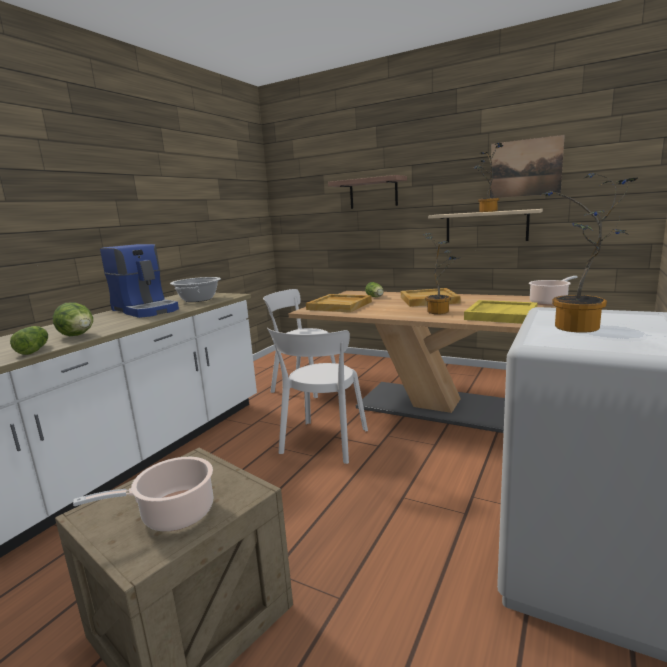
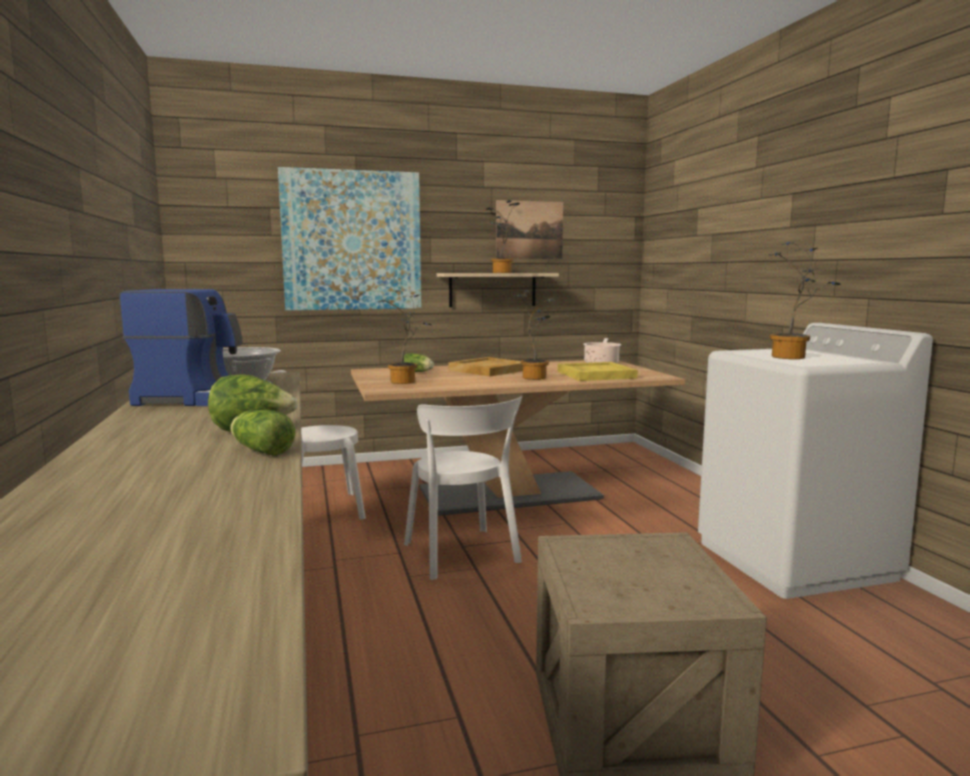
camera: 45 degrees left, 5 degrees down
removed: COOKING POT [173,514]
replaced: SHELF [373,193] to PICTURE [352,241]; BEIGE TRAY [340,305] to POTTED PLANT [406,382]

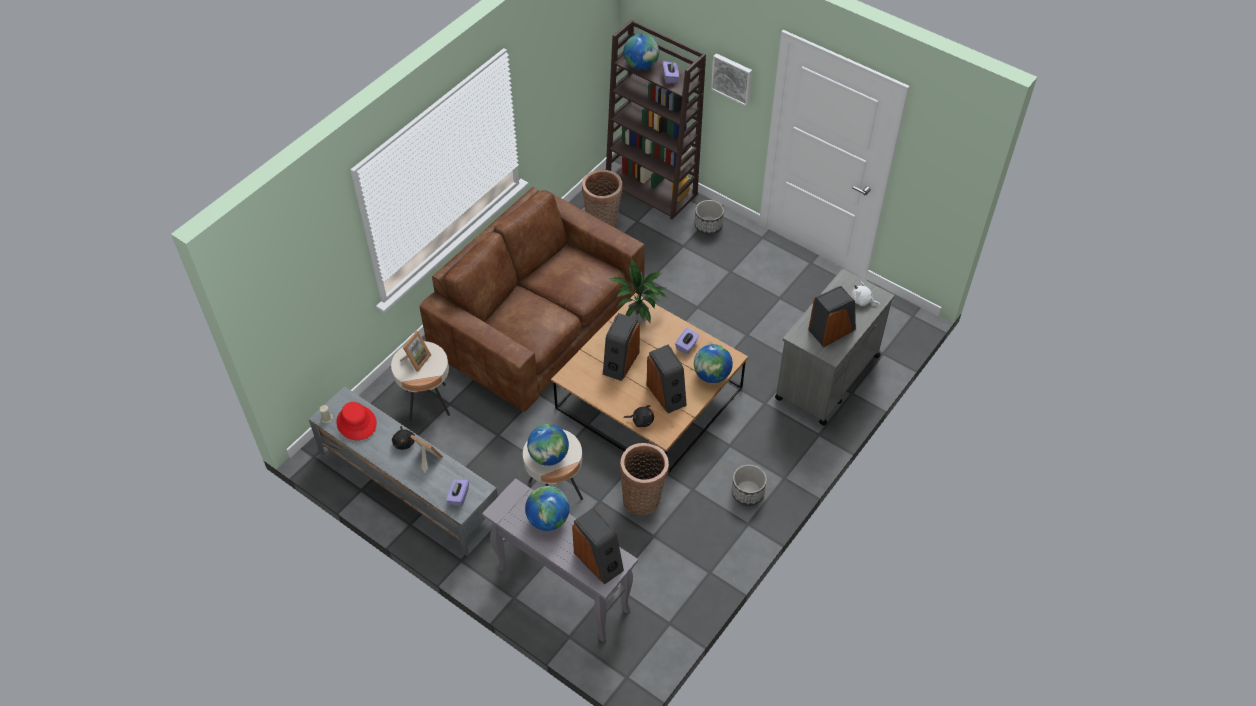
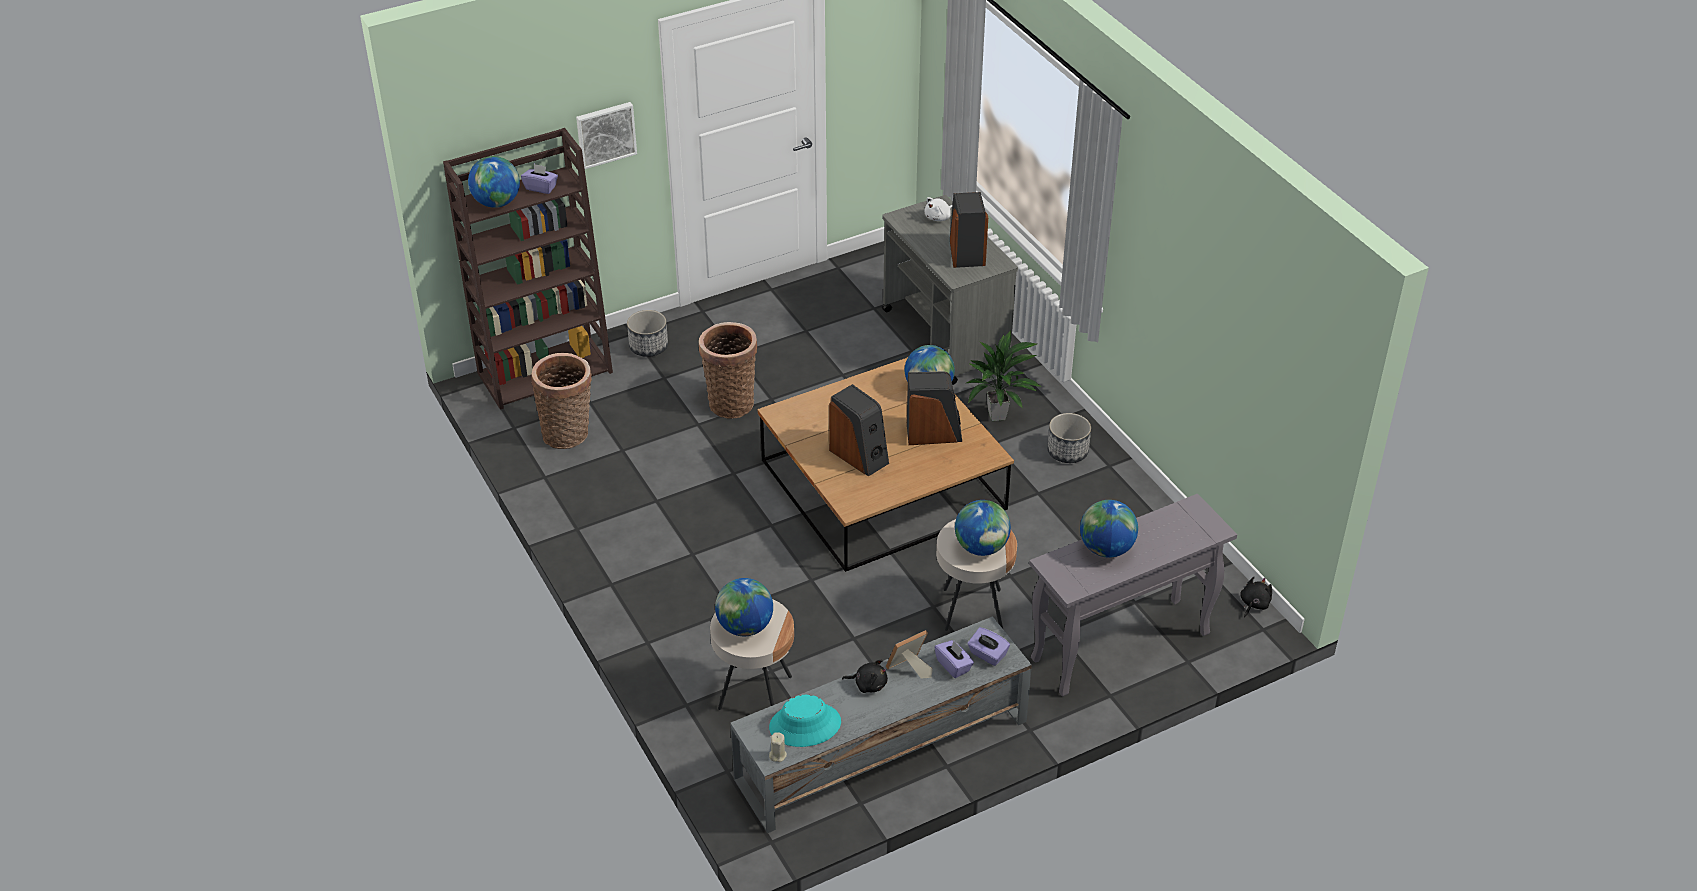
camera: 65 degrees left, 10 degrees down
removed: BROWN SOFA [538,322]; SPEAKER [599,560]
moved: POTTED PLANT [638,320] to [998,416]; PURPLE TISSUE BOX [687,346] to [953,666]; BLACK PLUSH TOY [641,420] to [1253,604]; BASKET [643,498] to [731,401]
replaced: PICTURE FRAME [416,360] to GLOBE [745,627]
recoloured: RED HAT [356,423] to TURQUOISE HAT [805,725]

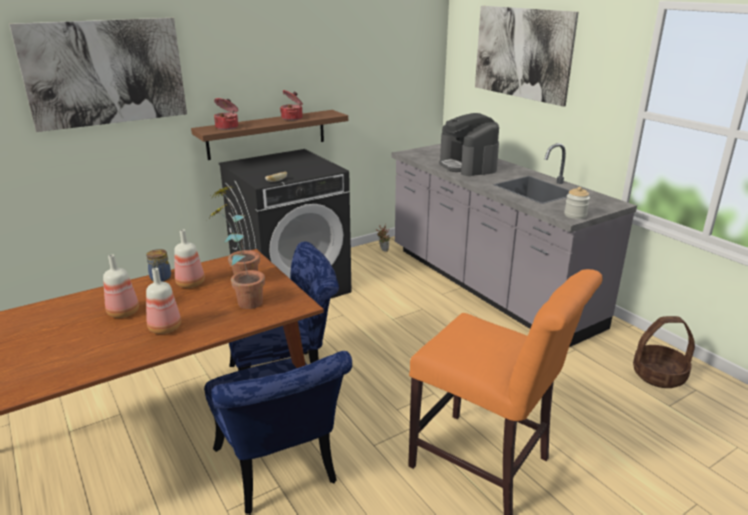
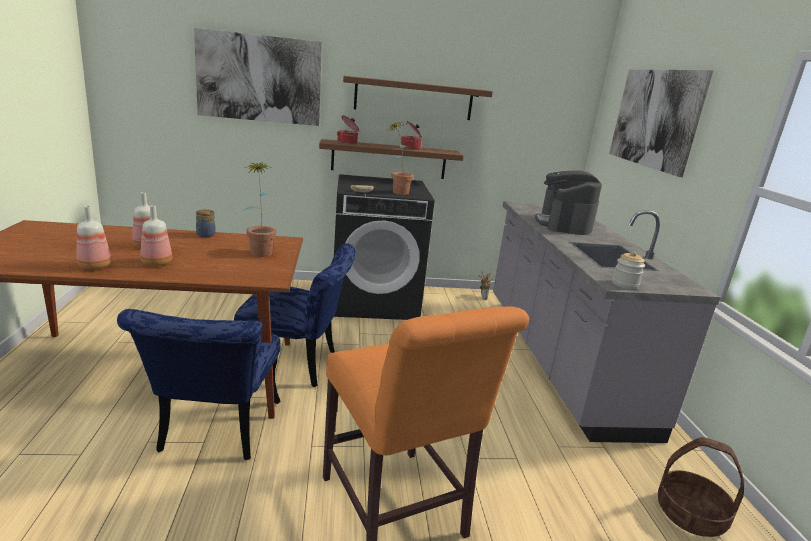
camera: 25 degrees right, 5 degrees down
added: BROWN SHELF [414,99]
moved: POTTED PLANT [243,301] to [397,191]; BOTTLE [191,283] to [96,266]

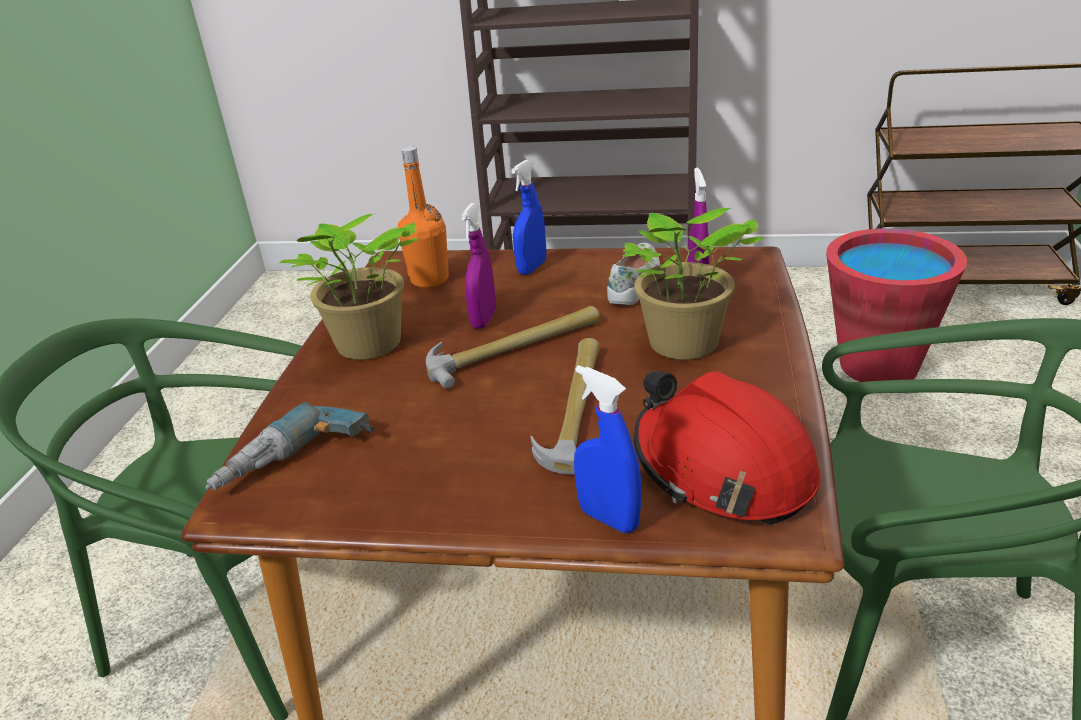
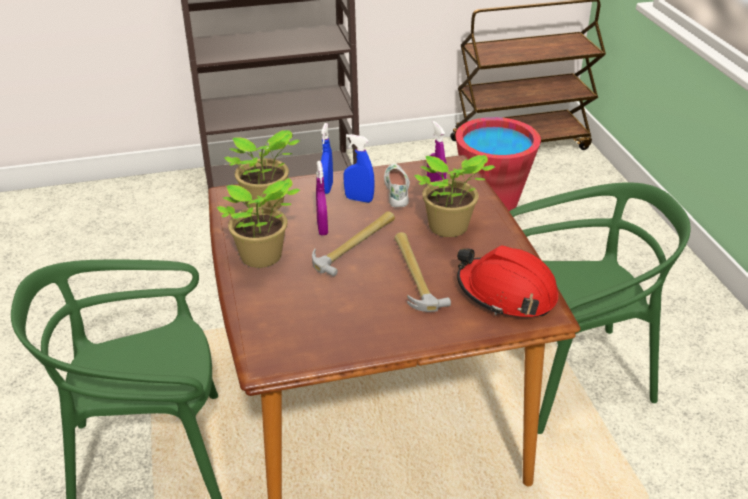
camera: 25 degrees left, 5 degrees up
removed: POWER DRILL [296,466]
moved: BLUE SPRAY BOTTLE [609,519] to [359,199]
replaced: ORANGE BOTTLE [430,280] to POTTED PLANT [265,205]

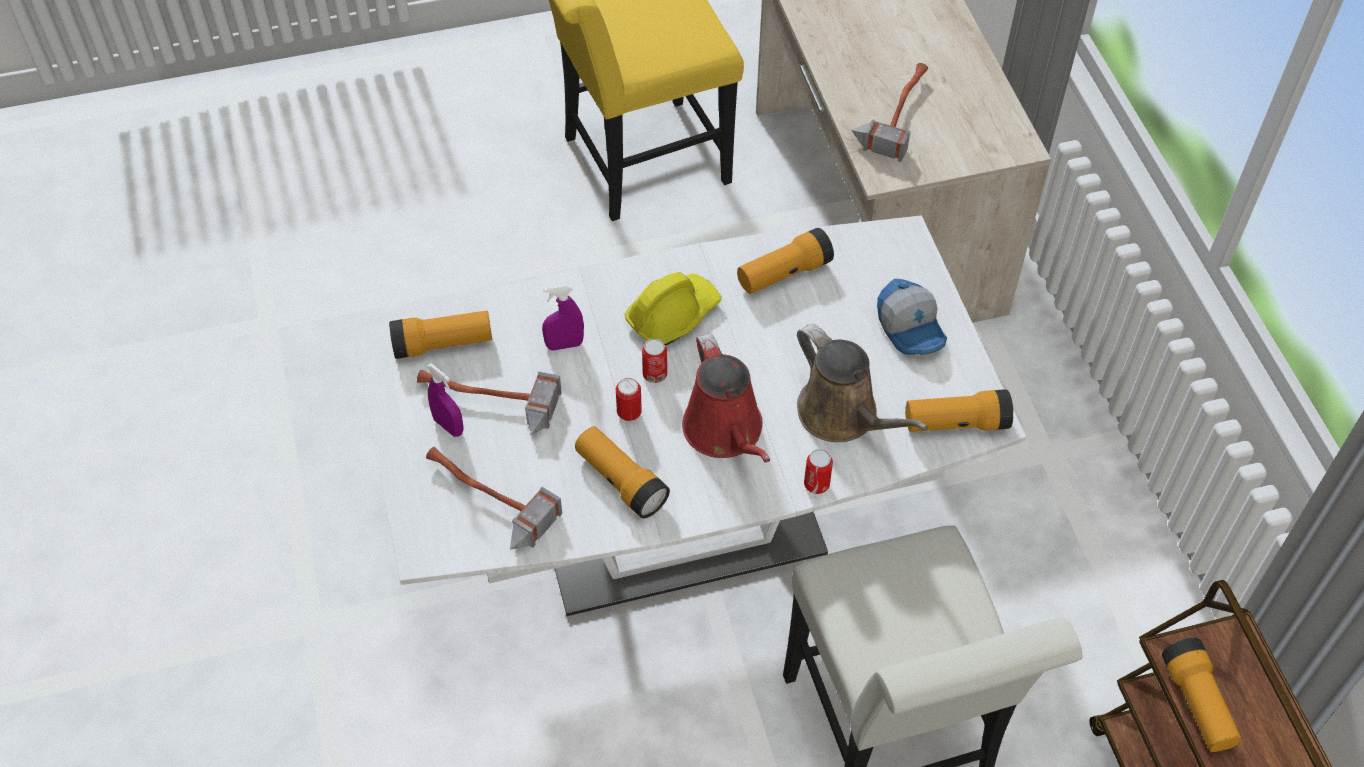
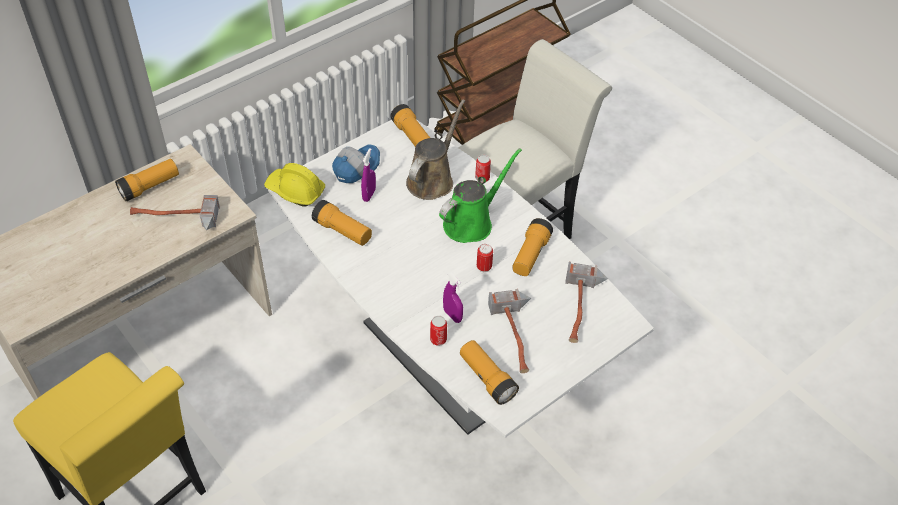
camera: 115 degrees left, 5 degrees down
moved: YELLOW HARD HAT [672,315] to [295,191]; CAN [654,374] to [438,339]; PURPLE SPRAY BOTTLE [448,426] to [369,195]; FLASHLIGHT [1197,703] to [150,187]
recoloured: RED WATERING CAN [726,432] to GREEN WATERING CAN [471,222]

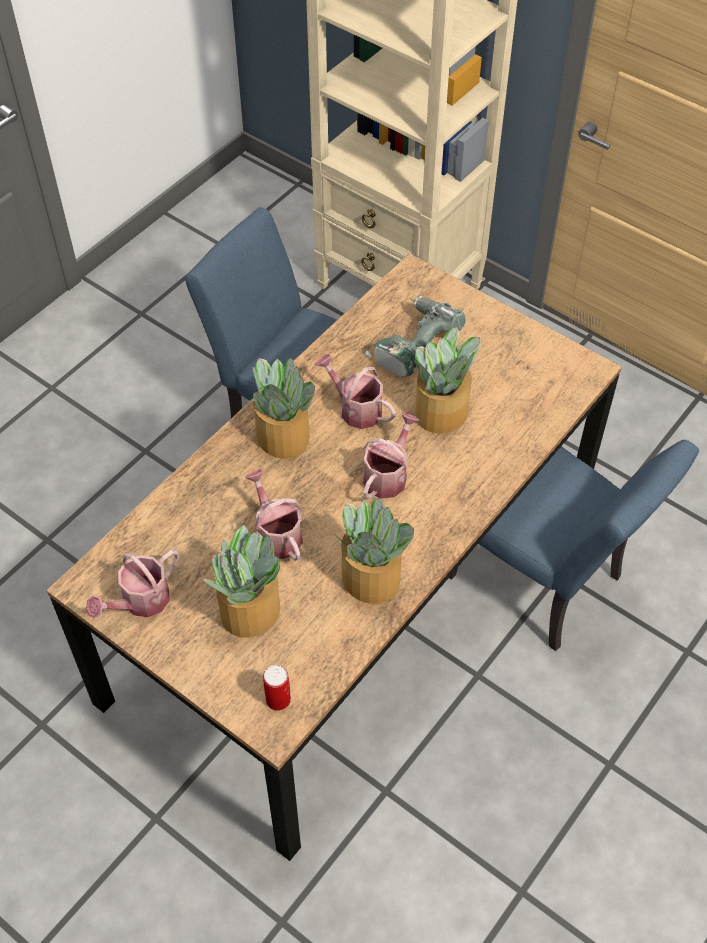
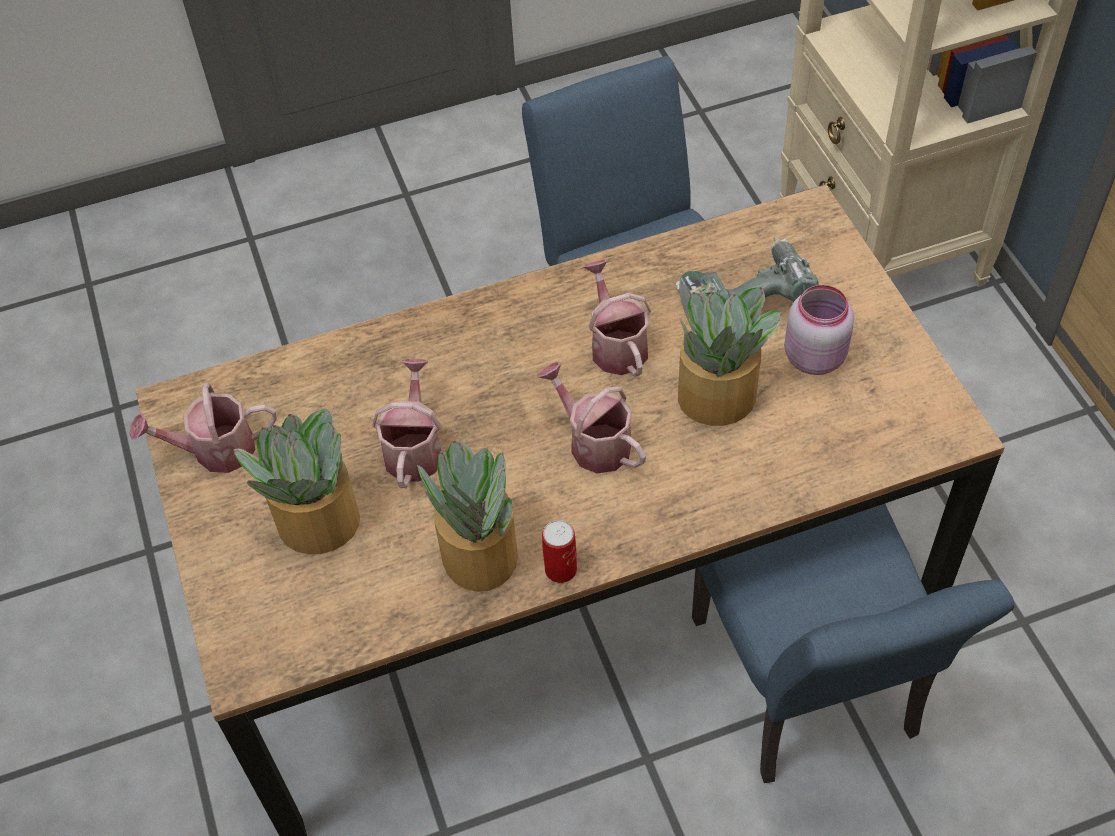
camera: 35 degrees right, 0 degrees up
removed: POTTED PLANT [283,438]
added: PINK JAR [815,356]
moved: CAN [278,699] to [560,569]
turned: WATERING CAN [388,475] = [594,442] 105 degrees counterclockwise

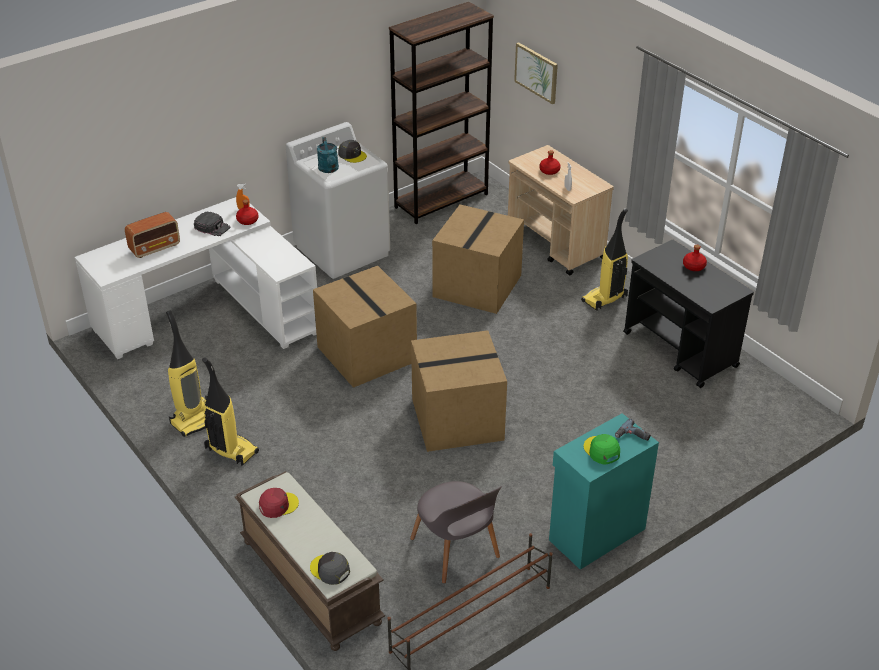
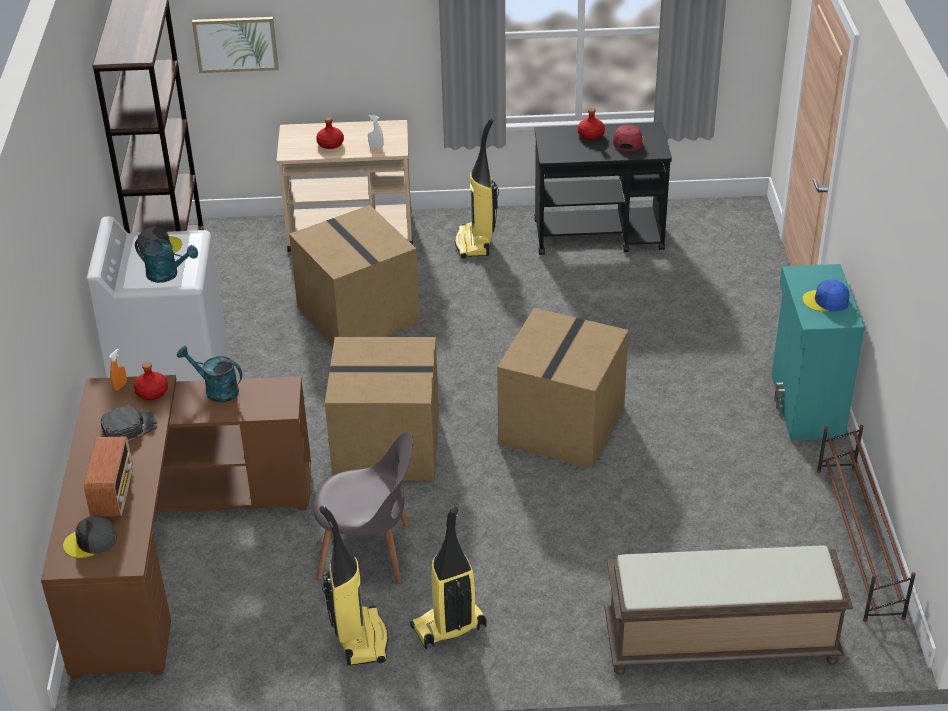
camera: 55 degrees left, 0 degrees up
removed: POWER DRILL [632,436]
added: TURQUOISE WATERING CAN [216,390]
moved: GREY CHAIR [456,551] to [369,552]; RED CAP [278,505] to [627,141]; GREY CAP [330,570] to [91,542]
recoloured: WHITE DESK [211,314] to BROWN DESK [167,547]; GREEN CAP [601,451] to BLUE CAP [826,301]

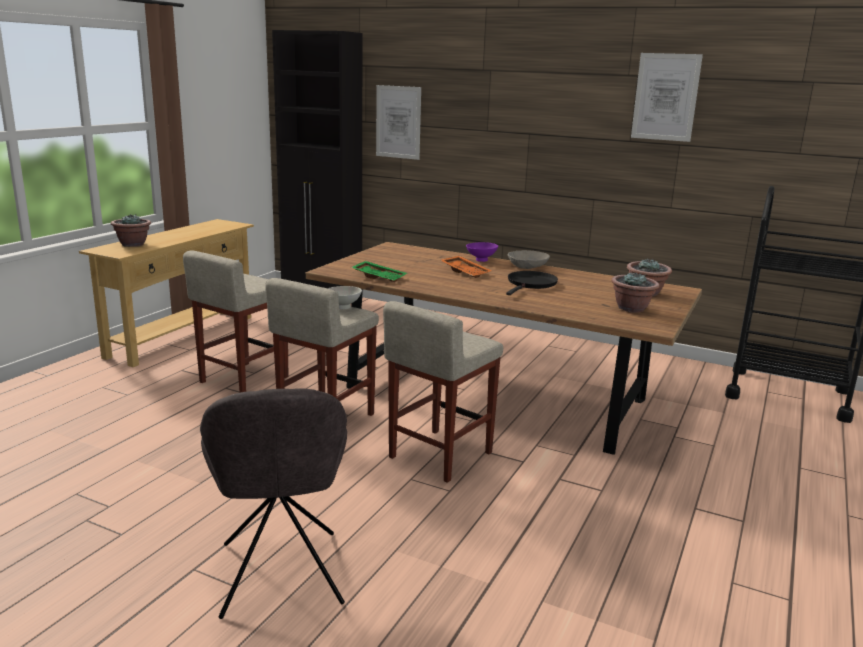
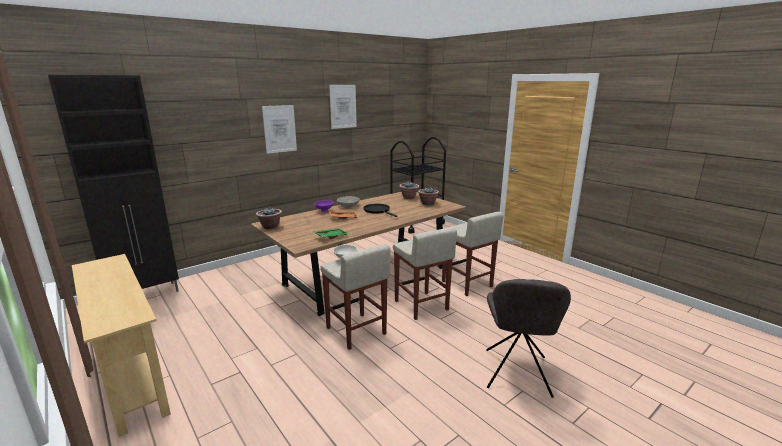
camera: 65 degrees left, 0 degrees up
moved: PICTURE [398,122] to [279,129]; POTTED PLANT [133,244] to [270,227]; BEIGE STOOL [243,380] to [467,284]
turned: GREY CHAIR [280,577] = [517,374] 90 degrees clockwise

